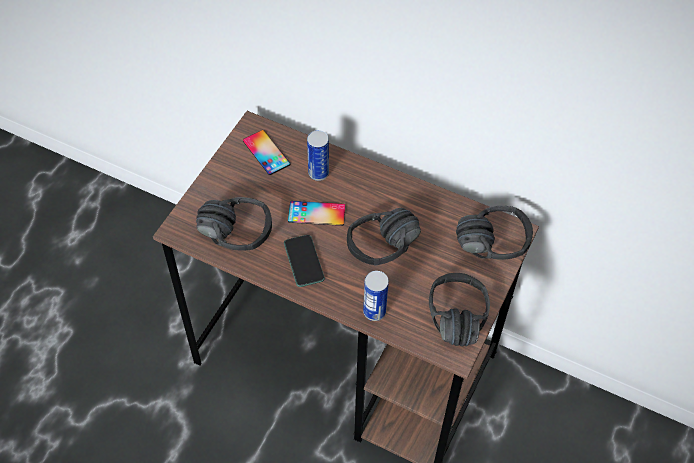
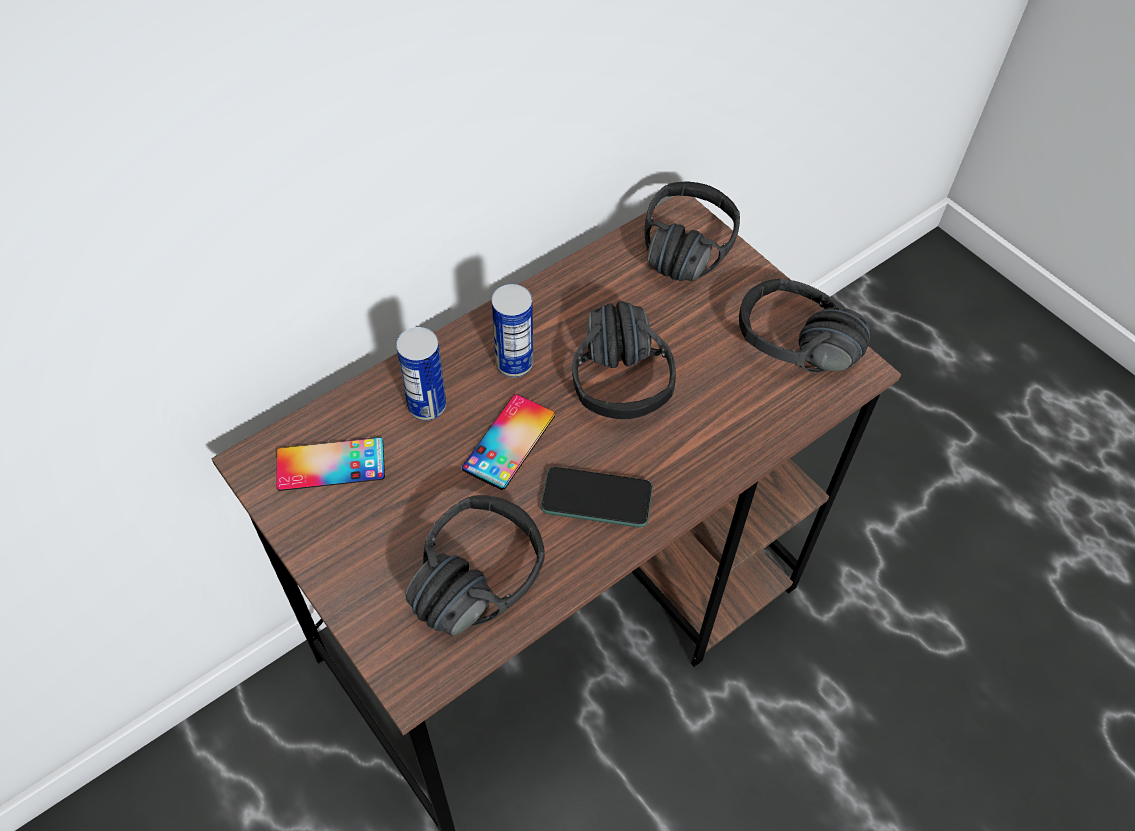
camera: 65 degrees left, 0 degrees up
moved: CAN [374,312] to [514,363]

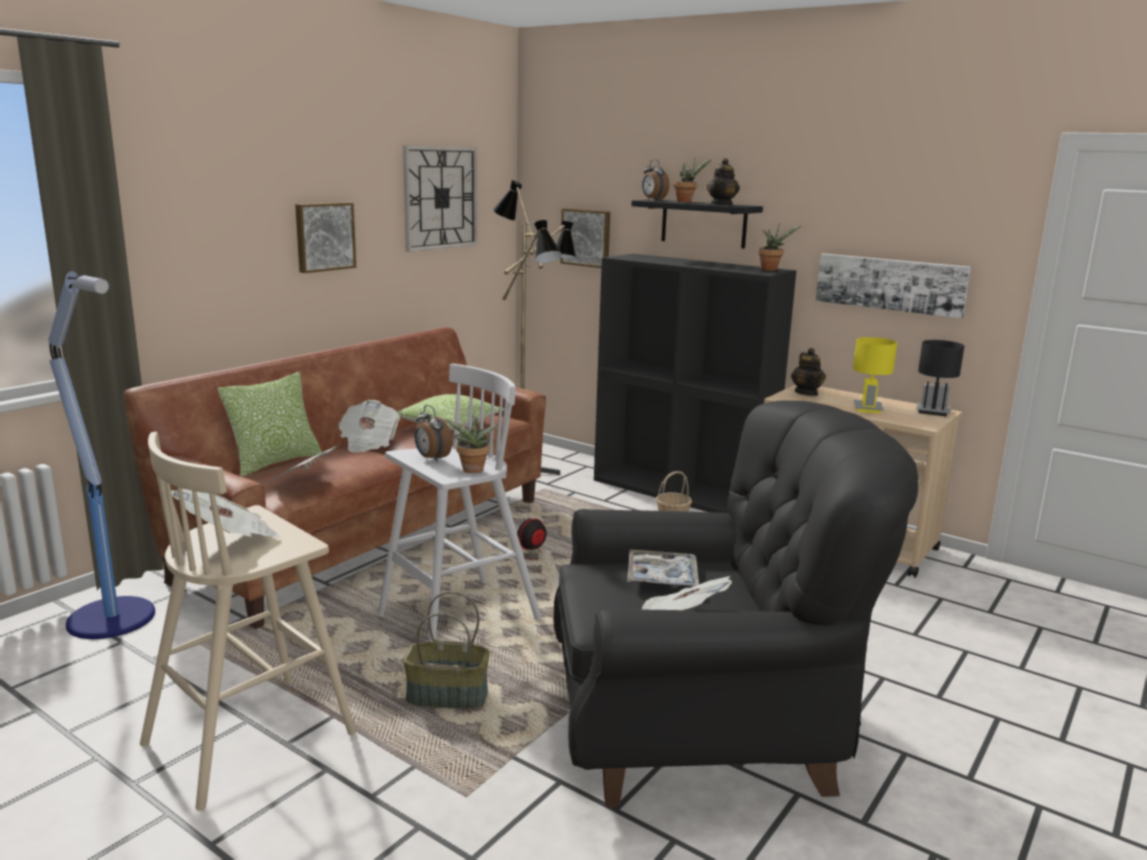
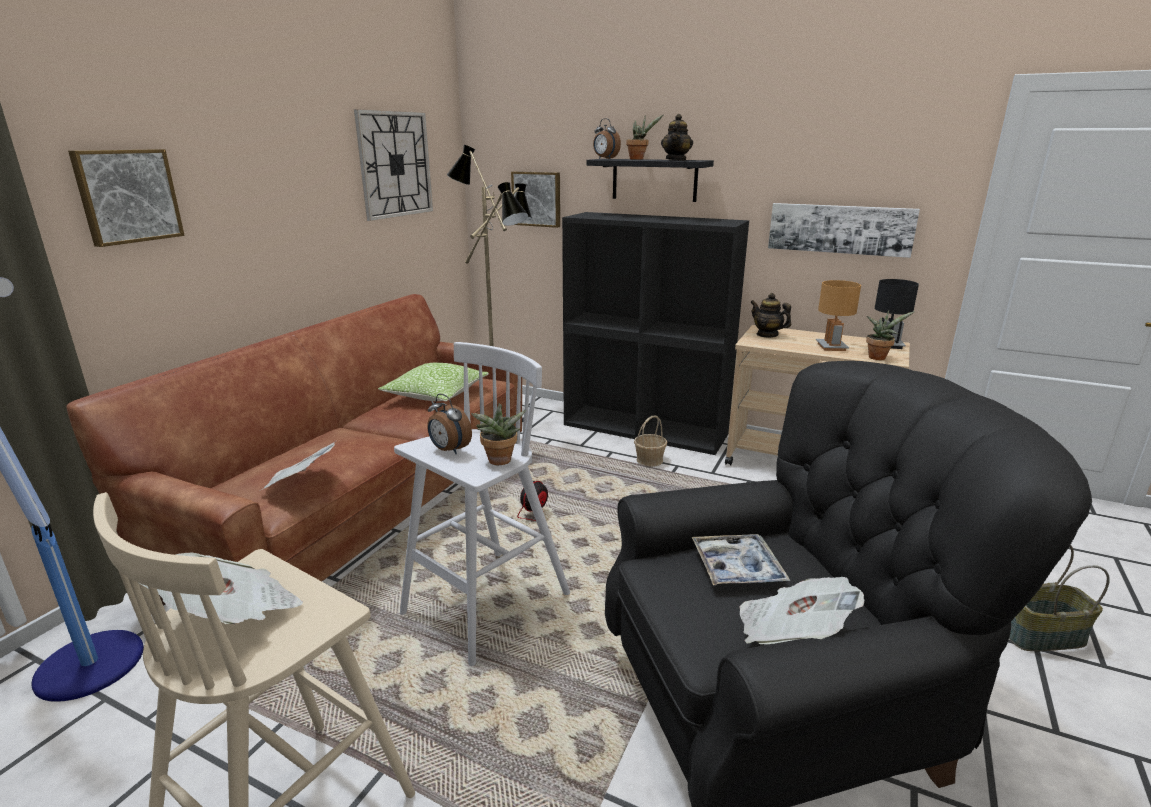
camera: 10 degrees left, 5 degrees up
removed: PILLOW [275,462]; NEWSPAPER [368,443]
moved: PICTURE [324,236] to [127,196]; POTTED PLANT [771,269] to [878,357]; BASKET [446,697] to [1042,636]
recoloured: YELLOW TABLE LAMP [868,409] to BROWN TABLE LAMP [832,347]
turned: TEAPOT [806,393] = [767,335] 150 degrees clockwise

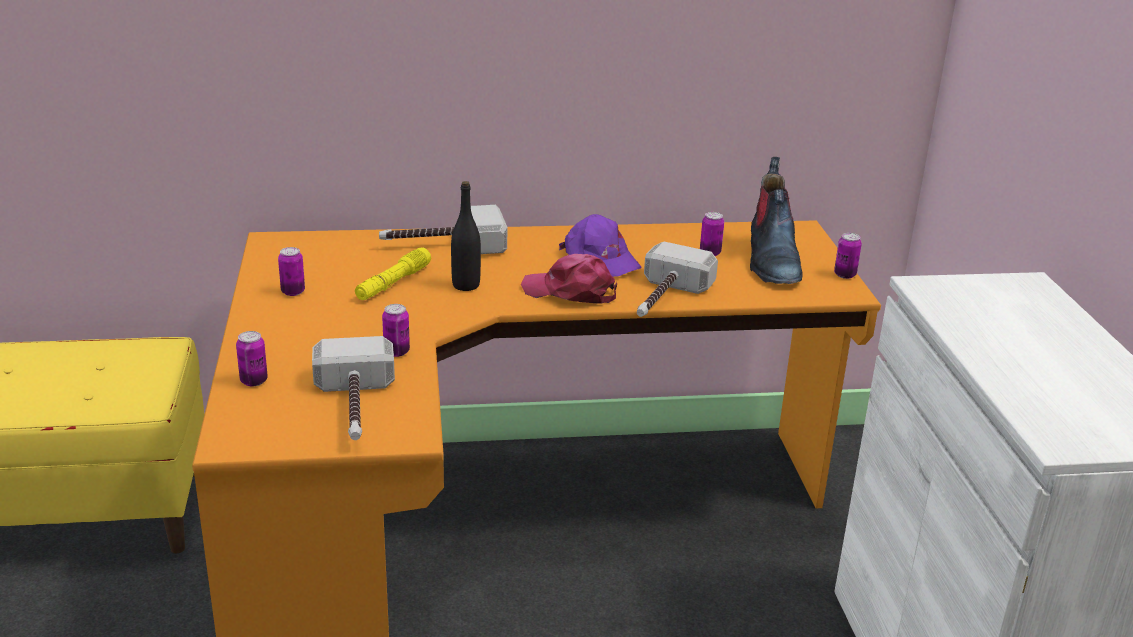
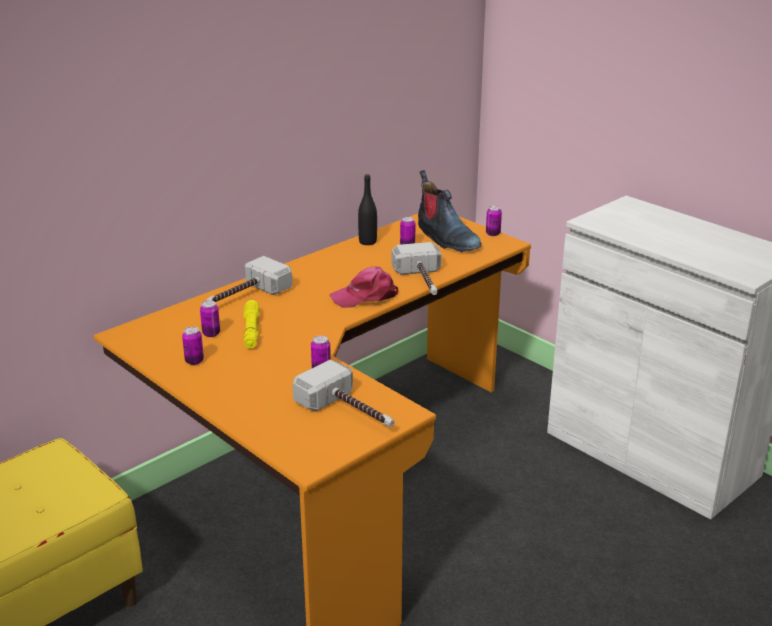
camera: 35 degrees left, 0 degrees up
removed: PURPLE CAP [600,258]
moved: BLACK BOTTLE [466,285] to [367,242]; CAN [254,381] to [211,334]

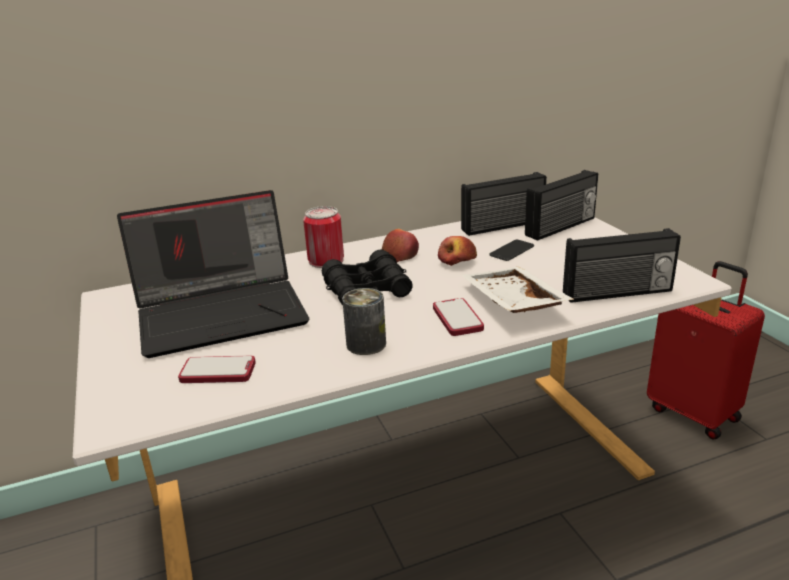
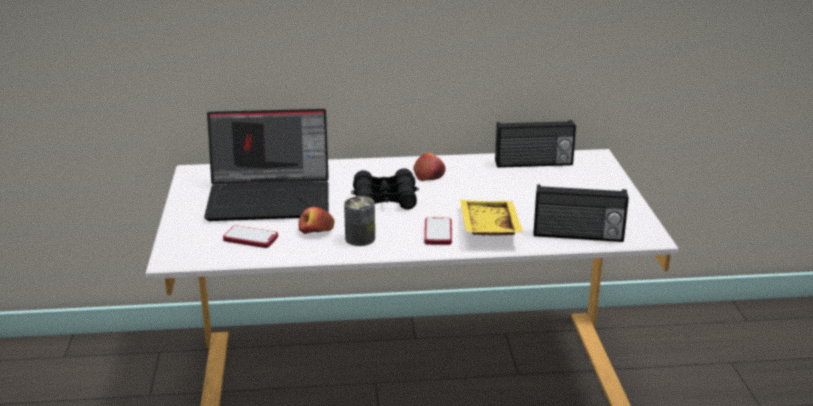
camera: 15 degrees right, 0 degrees up
removed: RADIO [561,227]; CAN [326,260]; PHONE [511,251]; RED SUITCASE [694,413]
moved: APPLE [457,262] to [316,231]
recoloured: WHITE TRAY [511,303] to YELLOW TRAY [487,228]

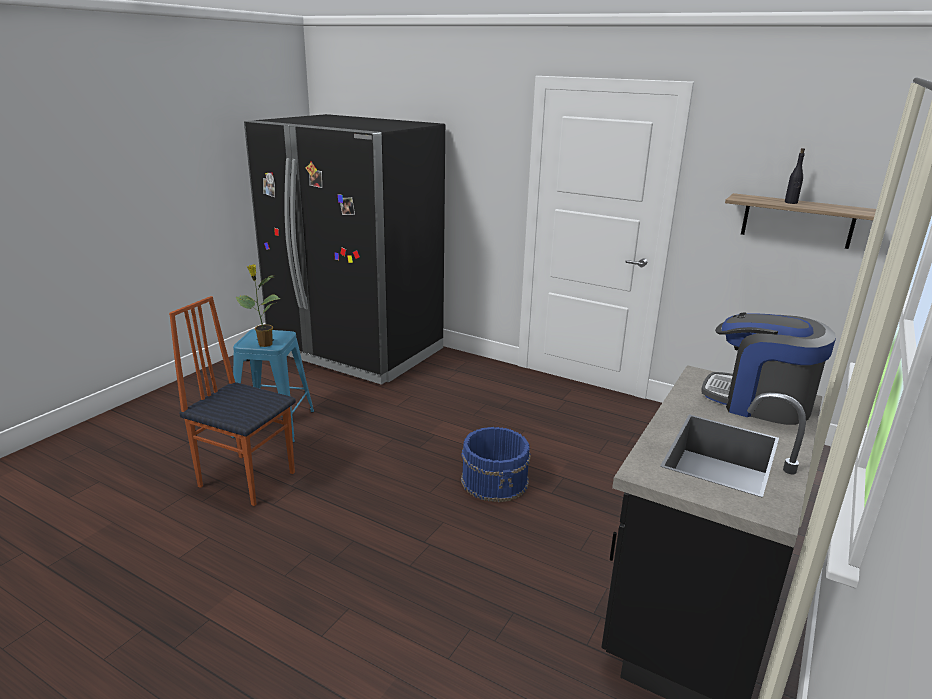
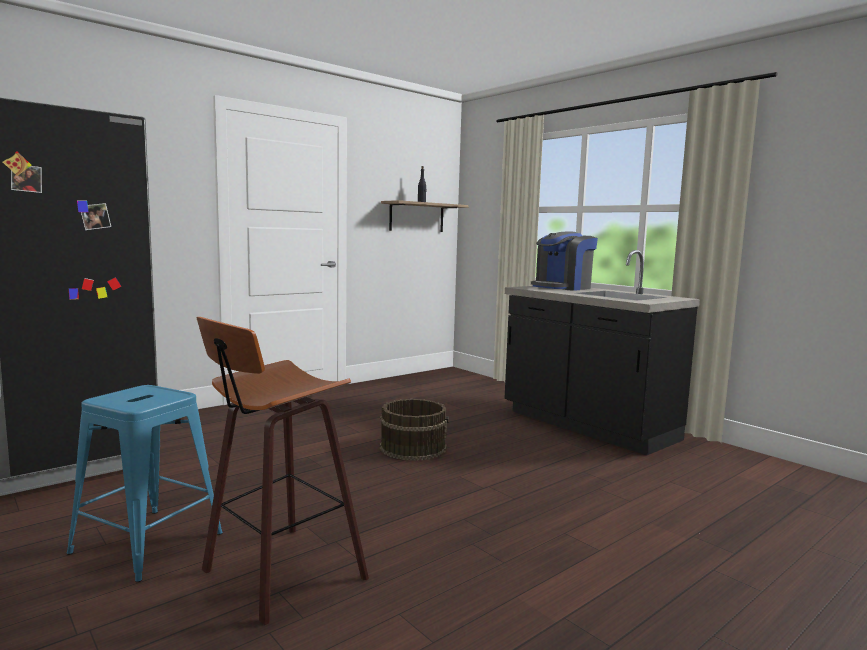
camera: 70 degrees left, 15 degrees down
removed: POTTED PLANT [264,344]
replaced: CHAIR [247,478] to STOOL [278,574]
recoloured: BLUE BUCKET [495,481] to BROWN BUCKET [413,447]

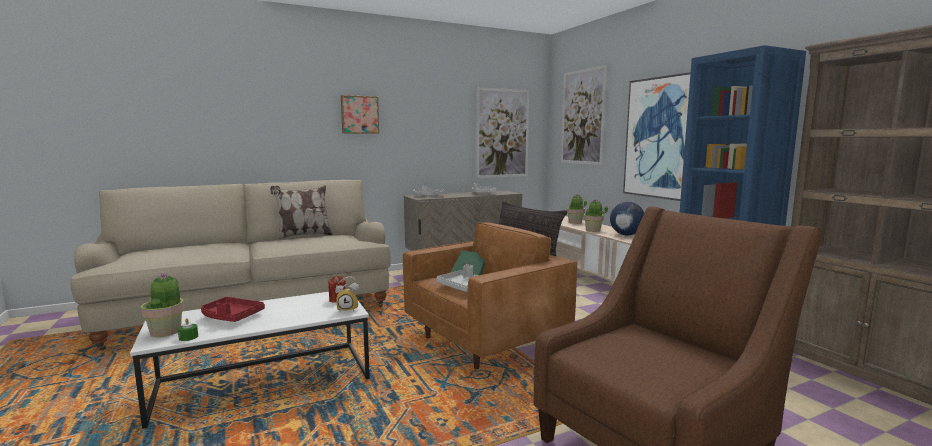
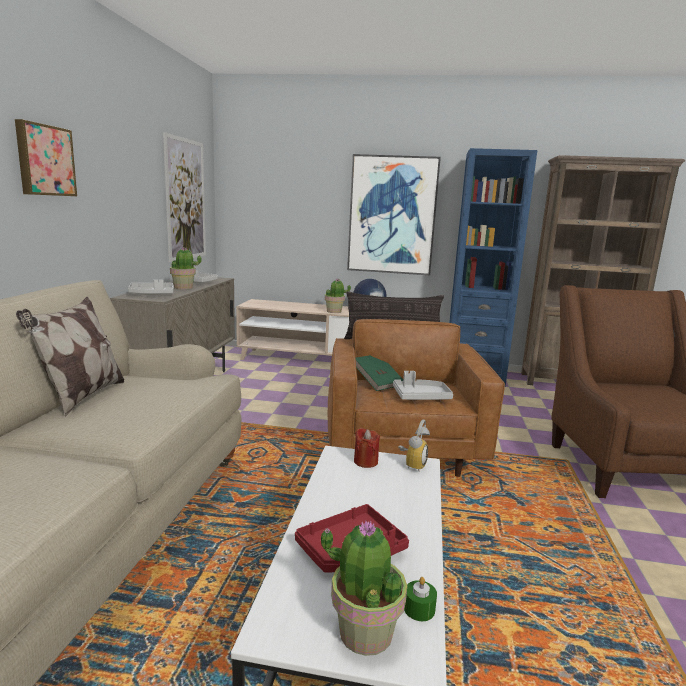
camera: 55 degrees left, 5 degrees up
removed: PICTURE [582,117]
moved: POTTED PLANT [575,222] to [183,288]

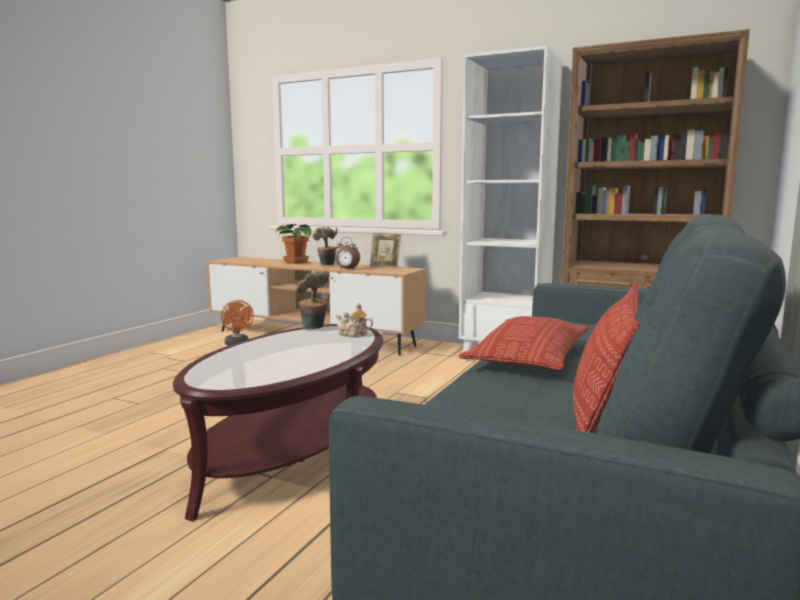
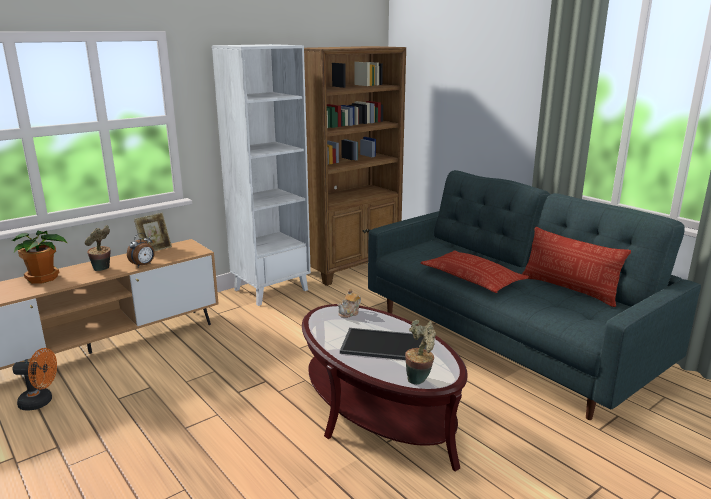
camera: 65 degrees left, 10 degrees up
added: TRAY [384,346]
moved: POTTED PLANT [314,329] to [419,379]

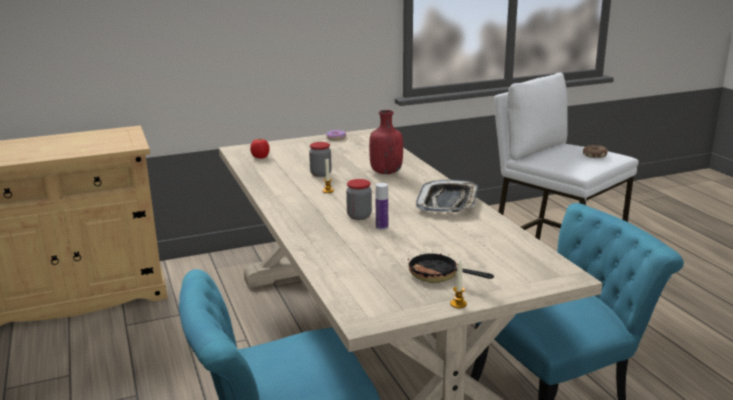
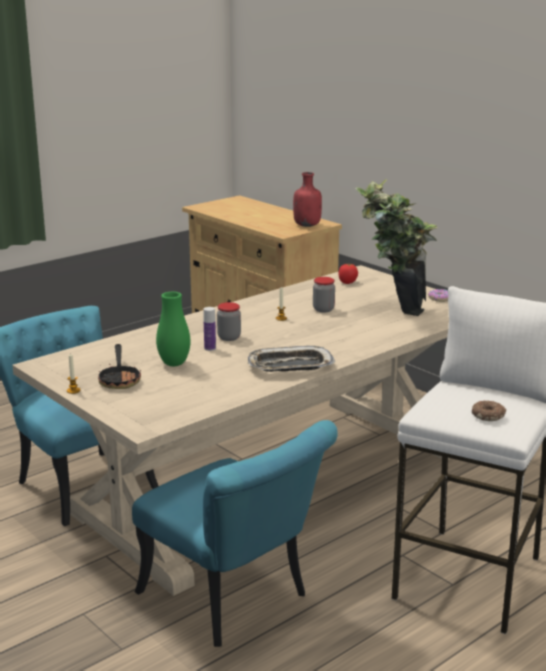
camera: 70 degrees right, 0 degrees up
added: POTTED PLANT [392,310]; GREEN VASE [174,364]
moved: RED BOTTLE [385,172] to [307,225]
turned: FRYING PAN [439,276] = [120,379] 150 degrees clockwise

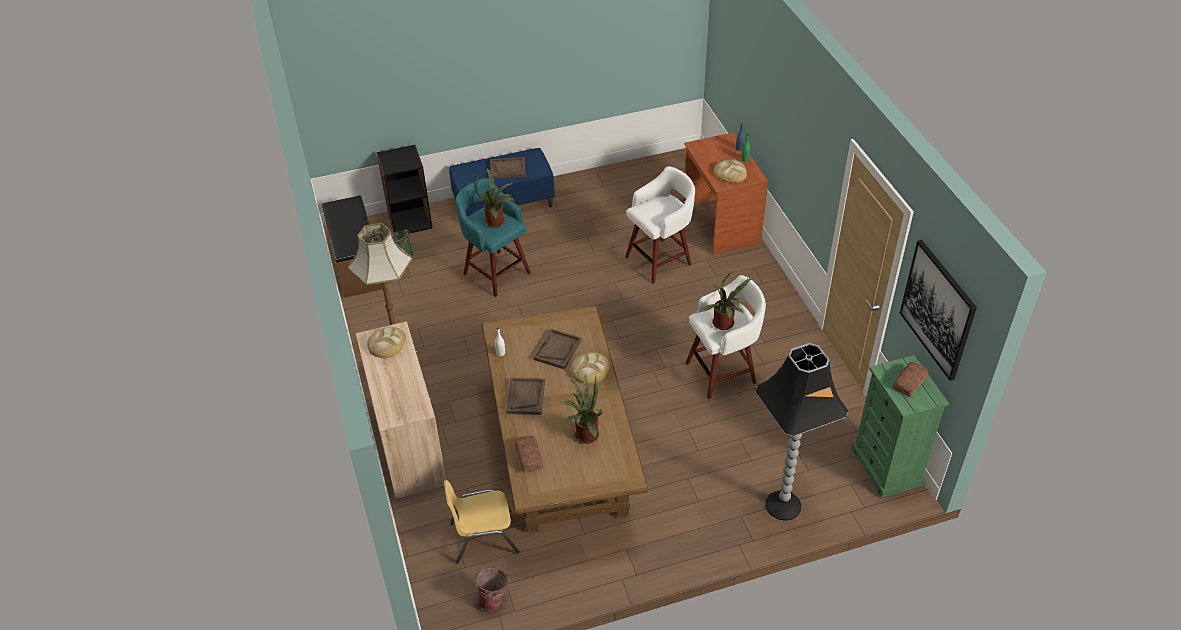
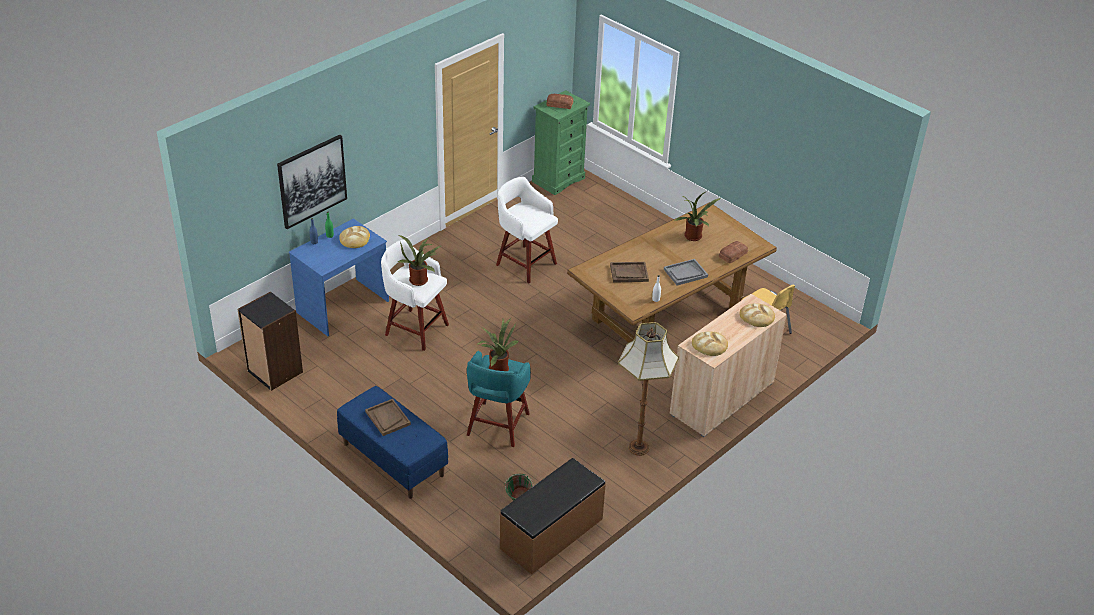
camera: 120 degrees left, 5 degrees down
removed: BLACK FLOOR LAMP [784,505]; BUCKET [494,599]
moved: BLACK BOOKCASE [409,220] to [274,371]; PICTURE [938,309] to [312,181]; POTTED PLANT [724,325] to [420,279]; BREAD [590,370] to [757,317]
recoloured: BROWN DESK [720,224] to BLUE DESK [343,307]; BROWN TRAY [525,397] to GREY TRAY [685,273]

